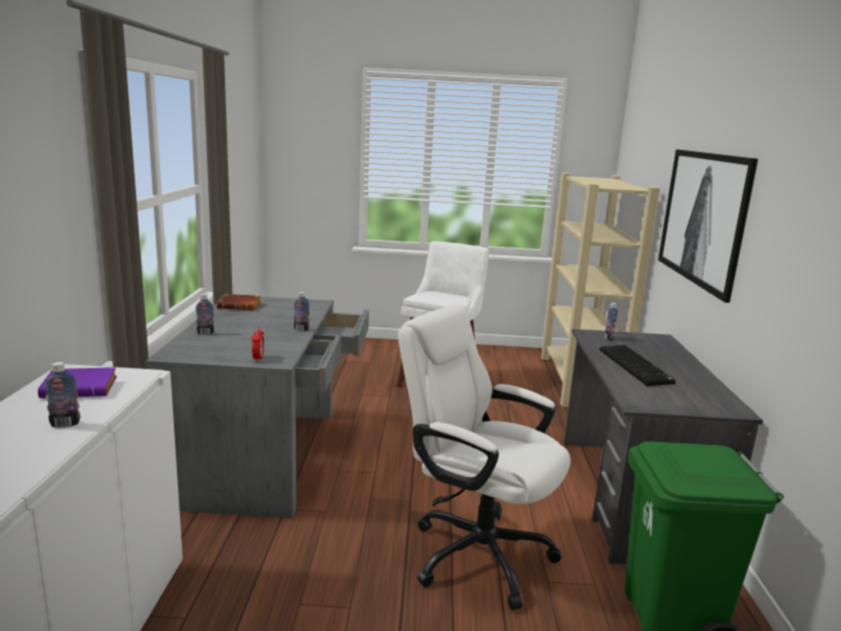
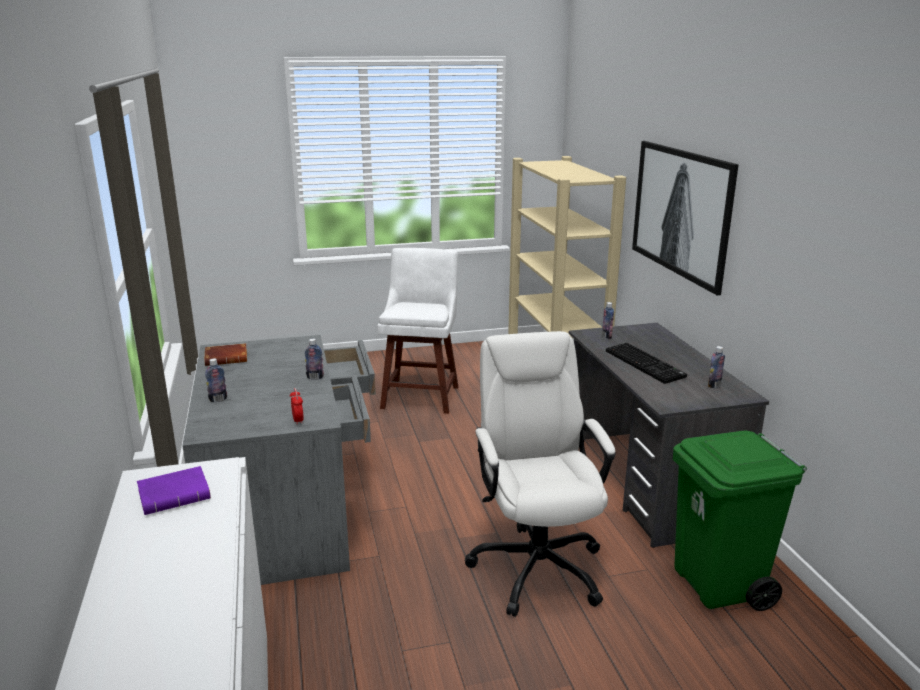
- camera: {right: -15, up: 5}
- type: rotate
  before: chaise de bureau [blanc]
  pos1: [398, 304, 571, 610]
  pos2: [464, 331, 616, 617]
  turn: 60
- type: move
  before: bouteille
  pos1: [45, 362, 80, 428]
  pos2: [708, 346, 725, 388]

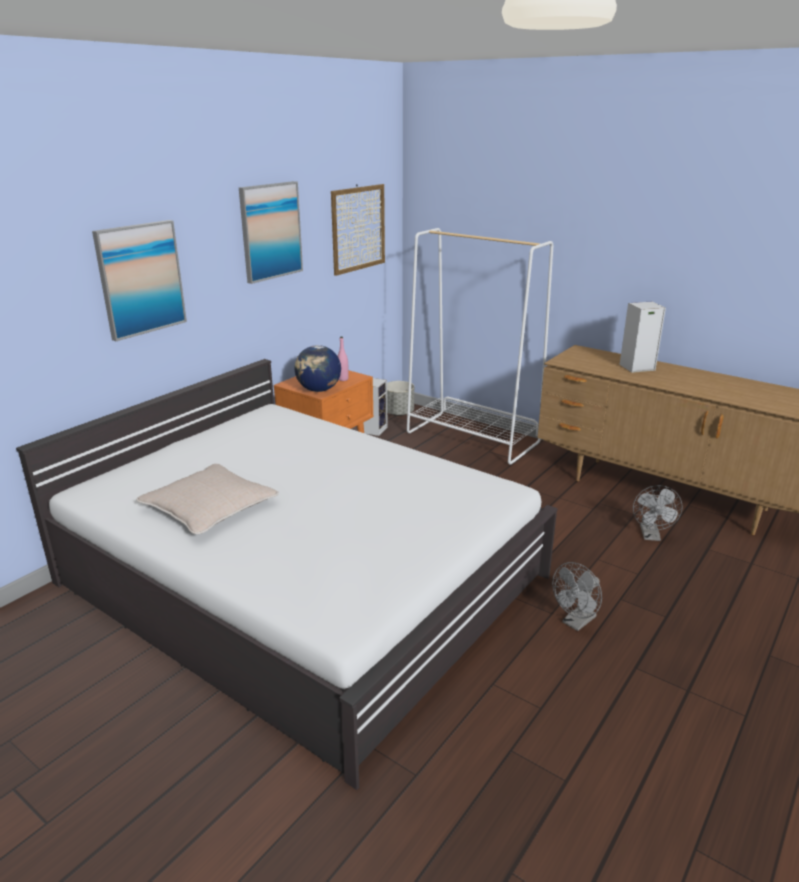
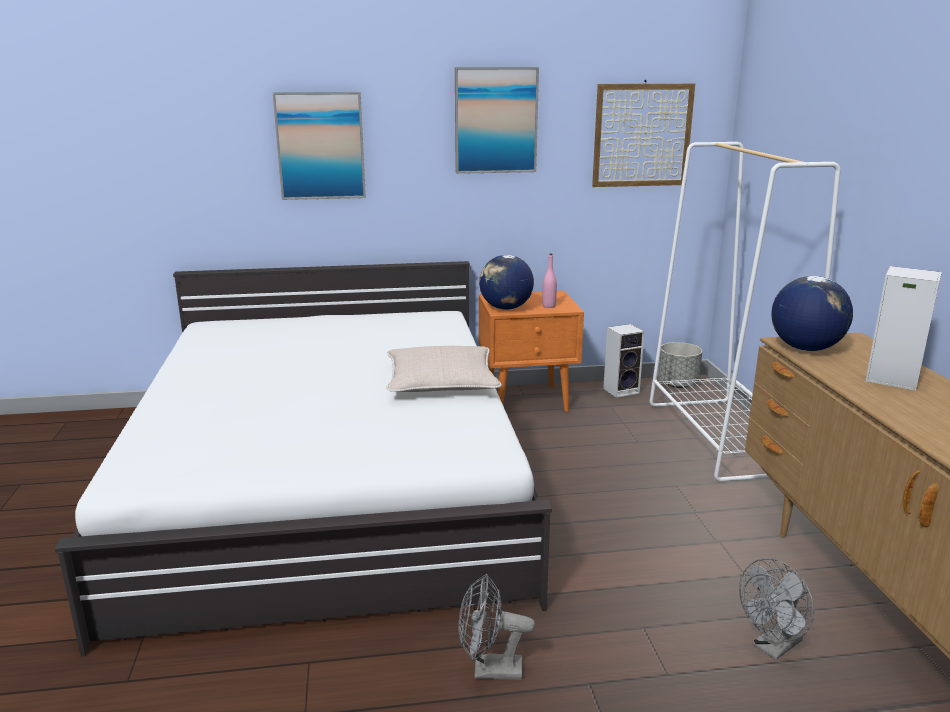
- camera: {right: 45, up: -5}
- type: move
  before: coussin [beige]
  pos1: [136, 464, 279, 534]
  pos2: [386, 346, 502, 392]
- type: insert
  after: globe
  pos2: [772, 276, 853, 351]

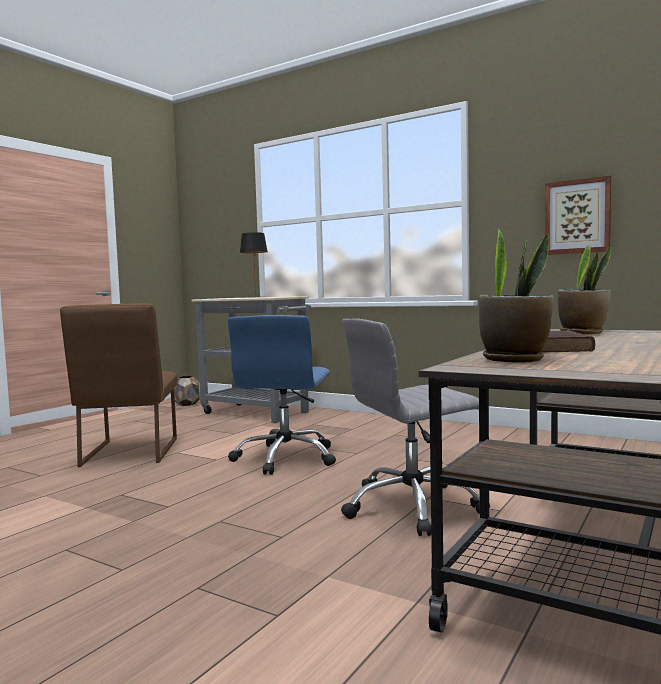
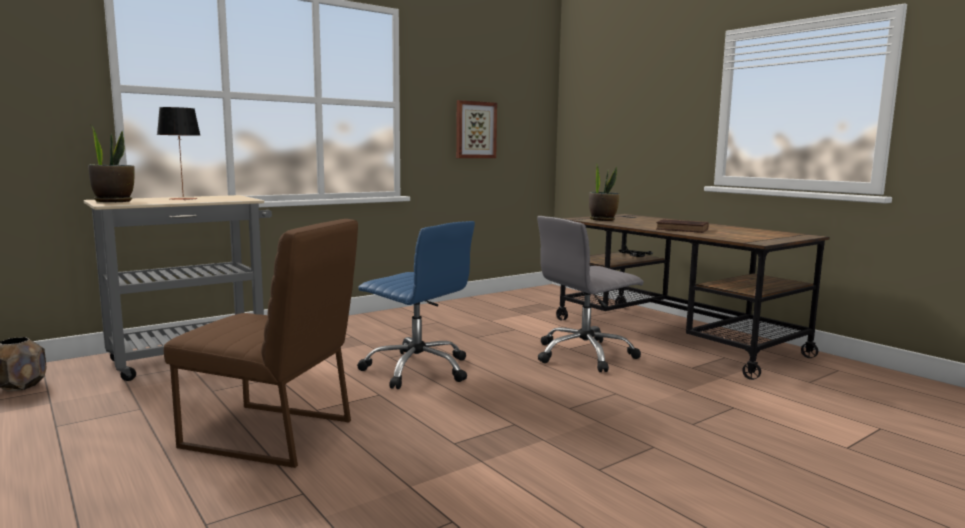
- camera: {right: -70, up: 5}
- type: move
  before: plante en pot
  pos1: [479, 229, 553, 363]
  pos2: [88, 125, 134, 202]
- type: rotate
  before: chaise de bureau [gris]
  pos1: [341, 319, 490, 536]
  pos2: [537, 216, 644, 372]
  turn: 60

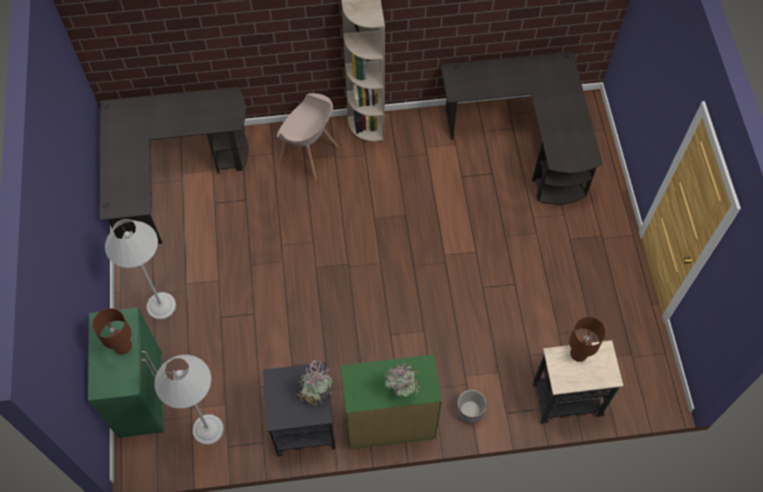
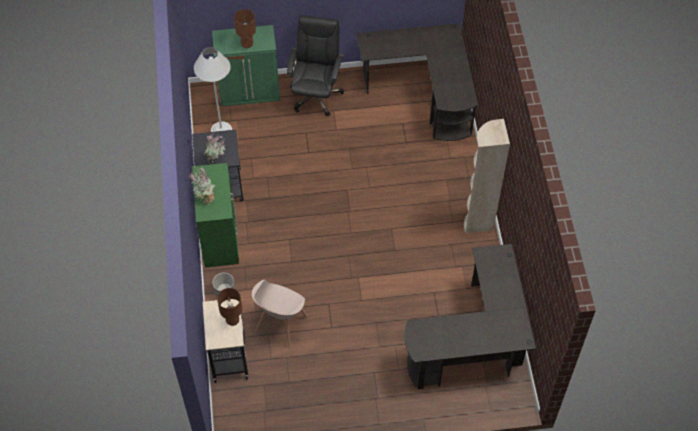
- camera: {right: 90, up: -5}
- type: move
  before: chaise [beige]
  pos1: [277, 93, 339, 180]
  pos2: [252, 280, 308, 348]
- type: replace
  before: lampadaire [blanc]
  after: chaise de bureau [noir]
  pos1: [105, 219, 176, 320]
  pos2: [287, 15, 344, 116]

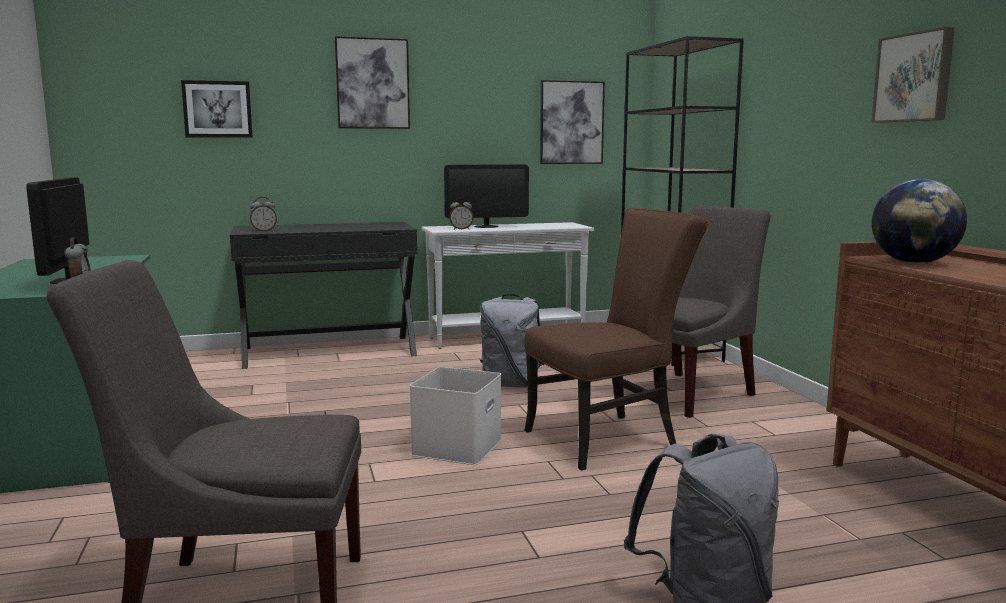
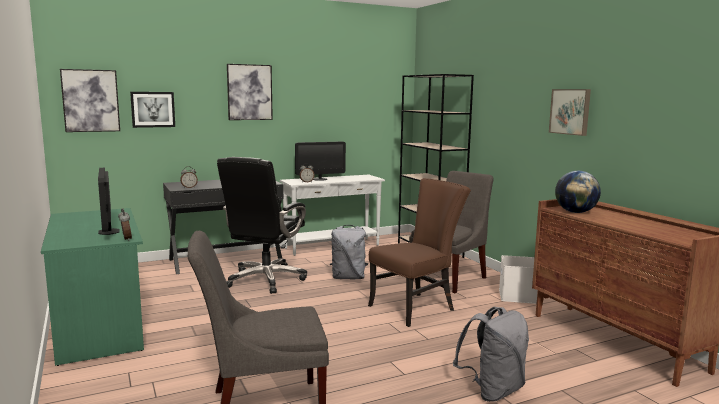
- camera: {right: -10, up: 0}
- type: move
  before: tableau
  pos1: [540, 80, 605, 164]
  pos2: [60, 69, 120, 132]
- type: move
  before: boîte de rangement [blanc]
  pos1: [409, 367, 502, 465]
  pos2: [499, 255, 538, 304]
- type: insert
  after: chaise de bureau [noir]
  pos2: [217, 157, 307, 294]

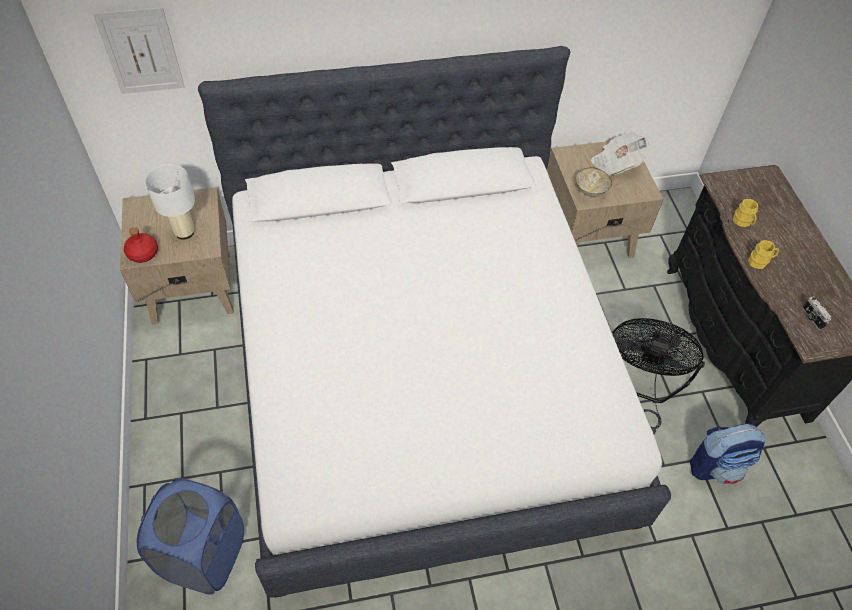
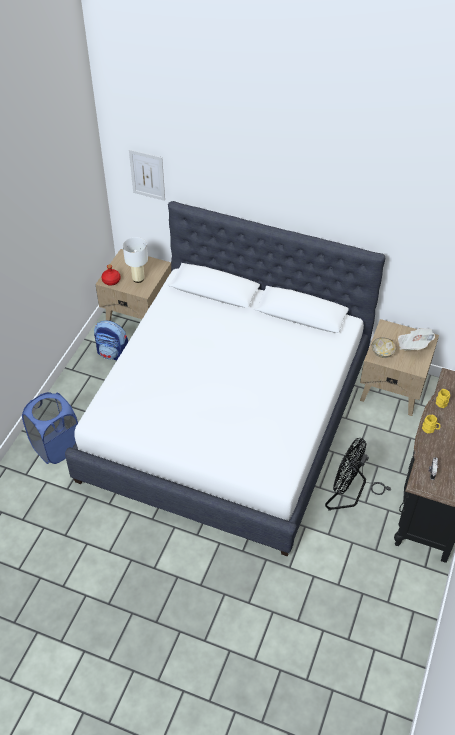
- camera: {right: 35, up: -5}
- type: rotate
  before: ventilateur [noir]
  pos1: [611, 318, 705, 434]
  pos2: [325, 438, 391, 511]
  turn: -120
- type: move
  before: sac à dos
  pos1: [690, 424, 766, 484]
  pos2: [94, 320, 128, 360]

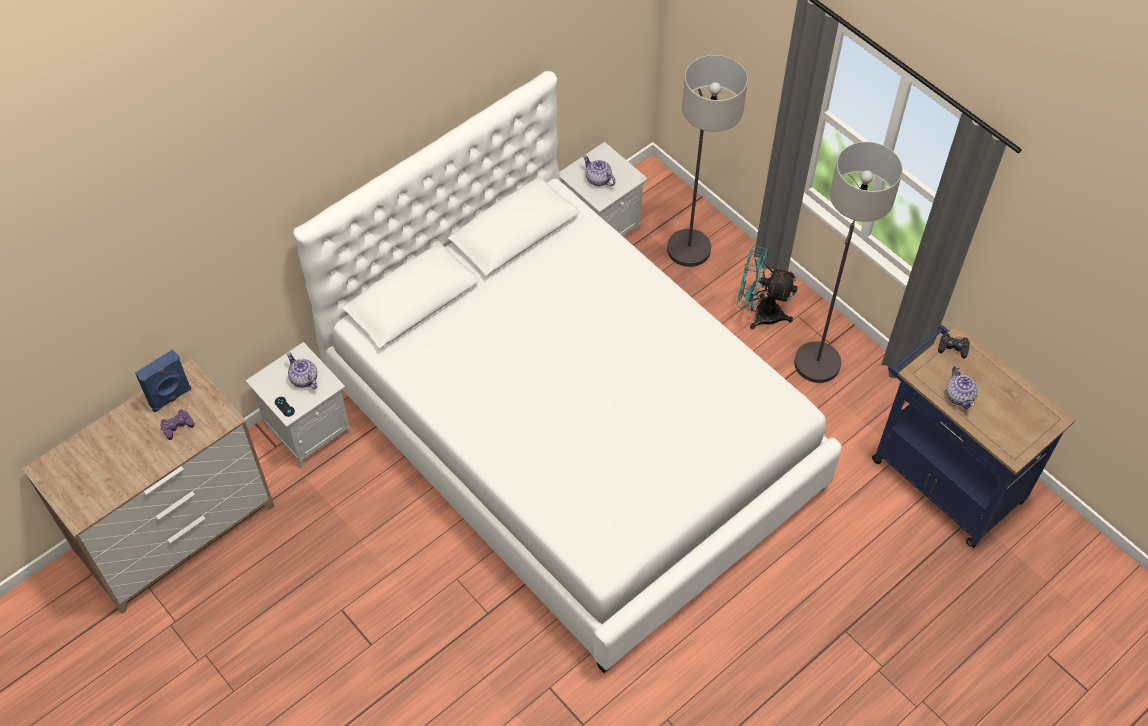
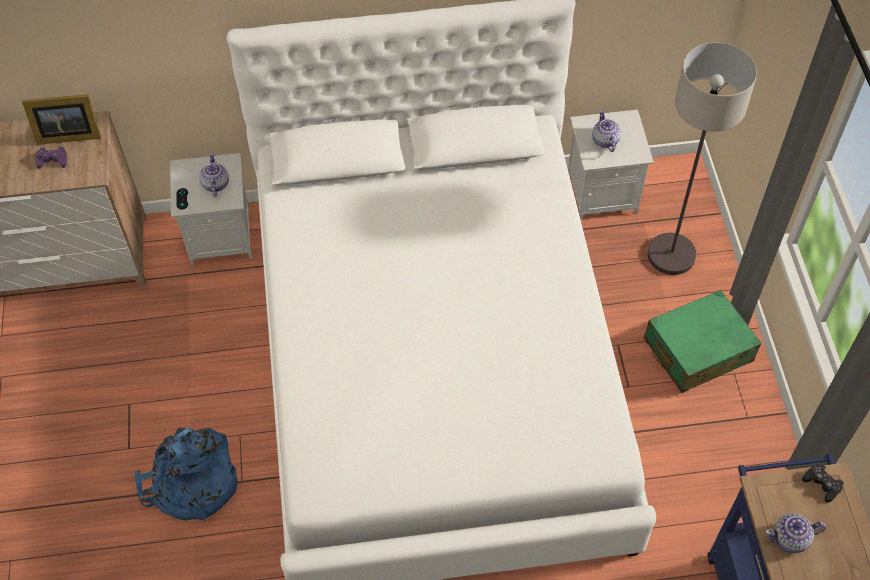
- camera: {right: 35, up: 0}
- type: delete
  before: lampadaire [gris]
  pos1: [794, 142, 903, 383]
- type: replace
  before: ventilateur [turquoise]
  after: valise [vert]
  pos1: [737, 246, 798, 329]
  pos2: [644, 290, 761, 393]
- type: replace
  before: enceinte [bleu]
  after: cadre photo
  pos1: [135, 349, 192, 412]
  pos2: [22, 94, 102, 145]
- type: rotate
  before: théière
  pos1: [946, 366, 978, 409]
  pos2: [766, 513, 826, 553]
  turn: 60
- type: insert
  after: sac à dos [bleu]
  pos2: [134, 428, 237, 522]

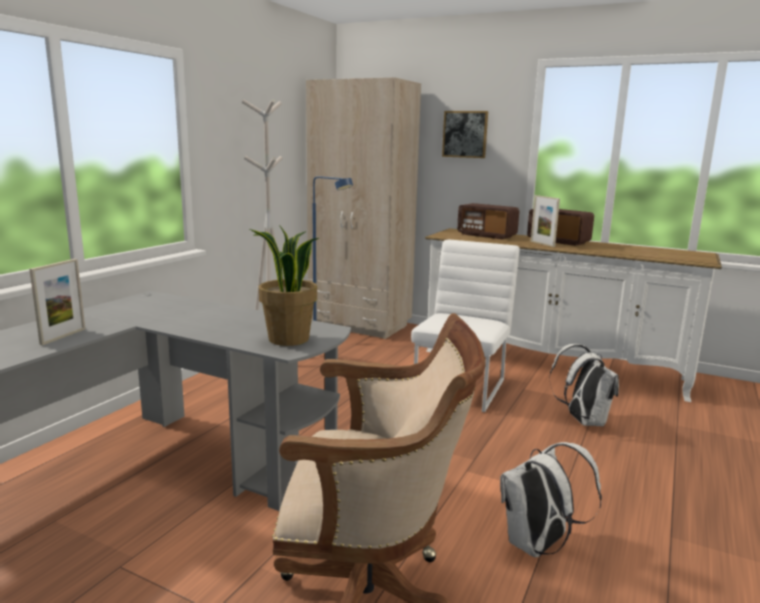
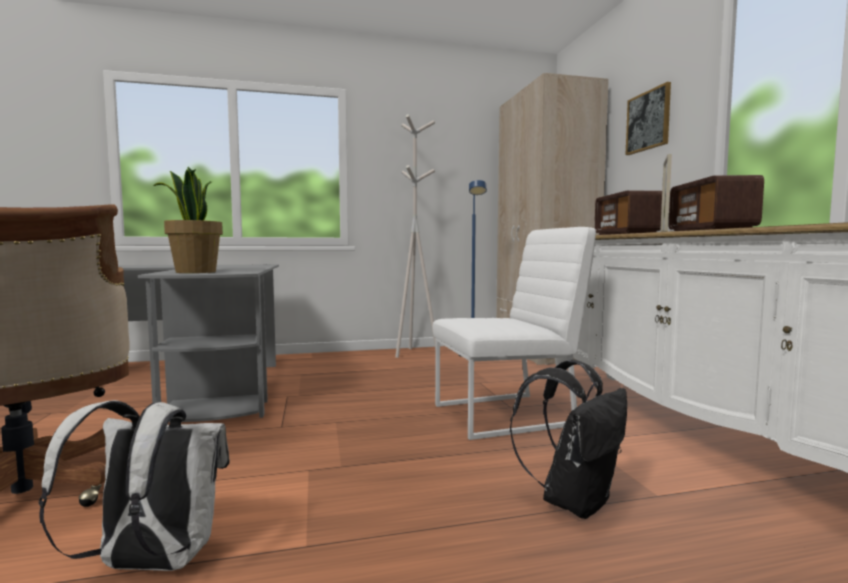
- camera: {right: 50, up: -10}
- type: delete
  before: cadre photo
  pos1: [29, 259, 85, 345]
- type: recolor
  before: sac à dos [blanc]
  after: sac à dos [noir]
  pos1: [549, 344, 619, 427]
  pos2: [510, 360, 627, 519]

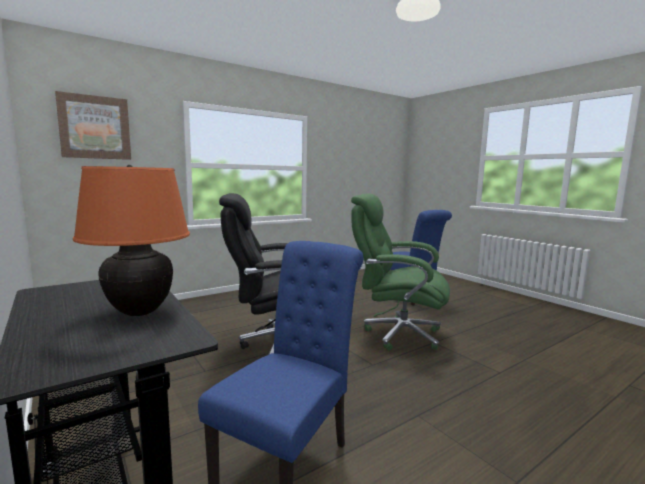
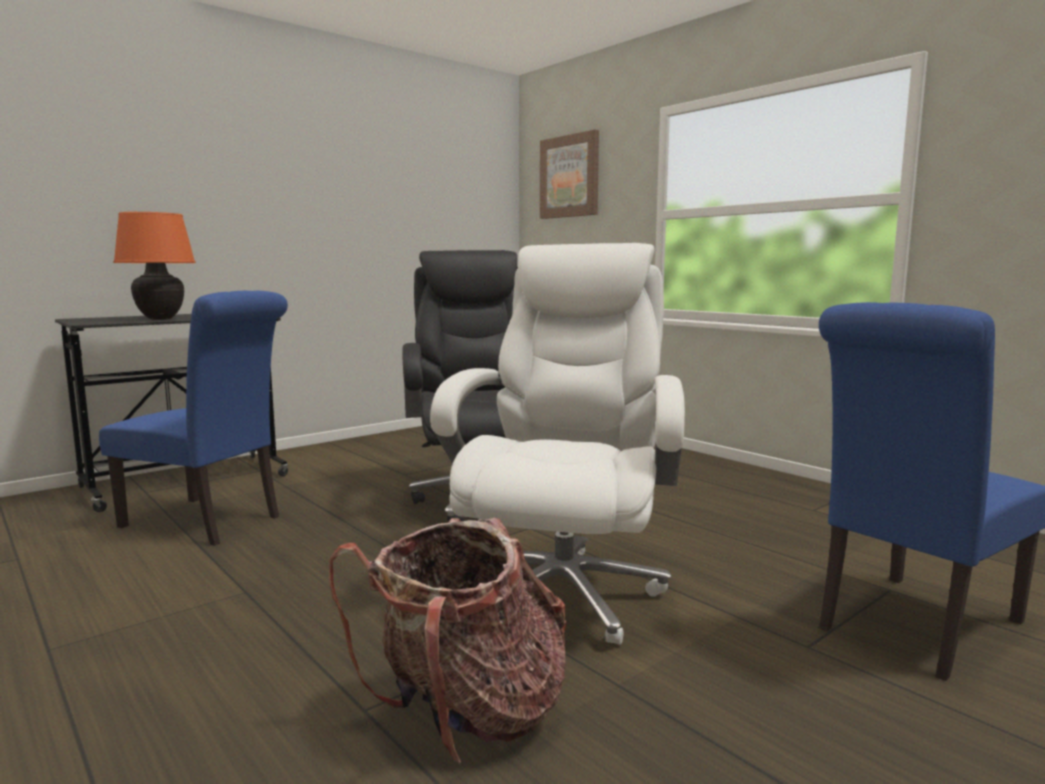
- camera: {right: 85, up: 0}
- type: recolor
  before: chaise de bureau [vert]
  after: chaise de bureau [blanc]
  pos1: [351, 193, 450, 351]
  pos2: [430, 243, 685, 645]
- type: insert
  after: sac à dos
  pos2: [329, 518, 567, 765]

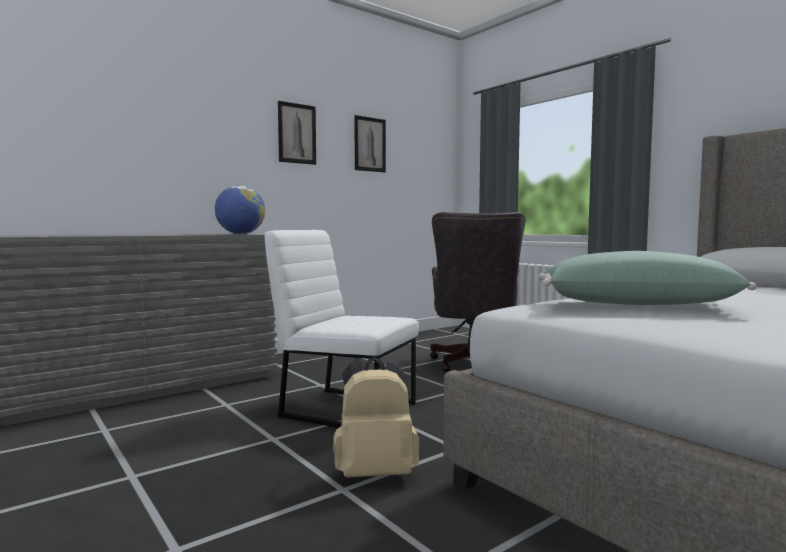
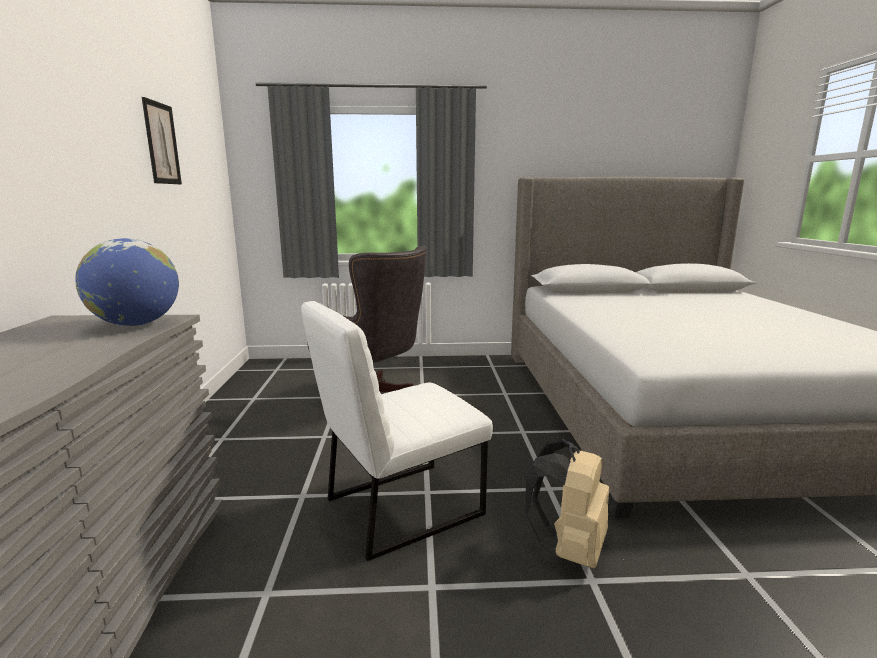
- camera: {right: -55, up: 10}
- type: delete
  before: tableau
  pos1: [278, 101, 316, 165]
- type: delete
  before: coussin [vert]
  pos1: [538, 251, 757, 305]

